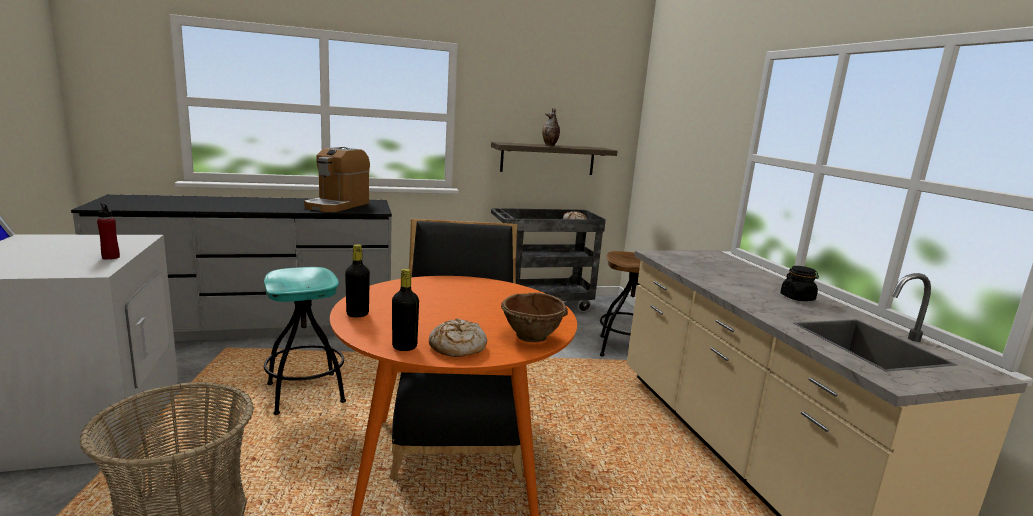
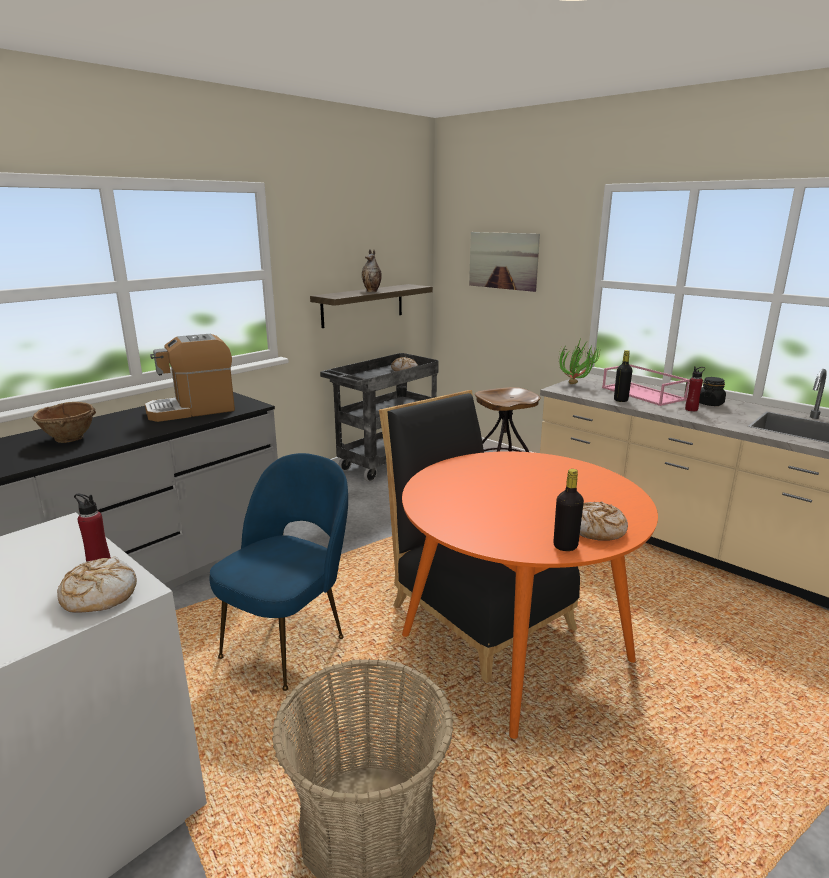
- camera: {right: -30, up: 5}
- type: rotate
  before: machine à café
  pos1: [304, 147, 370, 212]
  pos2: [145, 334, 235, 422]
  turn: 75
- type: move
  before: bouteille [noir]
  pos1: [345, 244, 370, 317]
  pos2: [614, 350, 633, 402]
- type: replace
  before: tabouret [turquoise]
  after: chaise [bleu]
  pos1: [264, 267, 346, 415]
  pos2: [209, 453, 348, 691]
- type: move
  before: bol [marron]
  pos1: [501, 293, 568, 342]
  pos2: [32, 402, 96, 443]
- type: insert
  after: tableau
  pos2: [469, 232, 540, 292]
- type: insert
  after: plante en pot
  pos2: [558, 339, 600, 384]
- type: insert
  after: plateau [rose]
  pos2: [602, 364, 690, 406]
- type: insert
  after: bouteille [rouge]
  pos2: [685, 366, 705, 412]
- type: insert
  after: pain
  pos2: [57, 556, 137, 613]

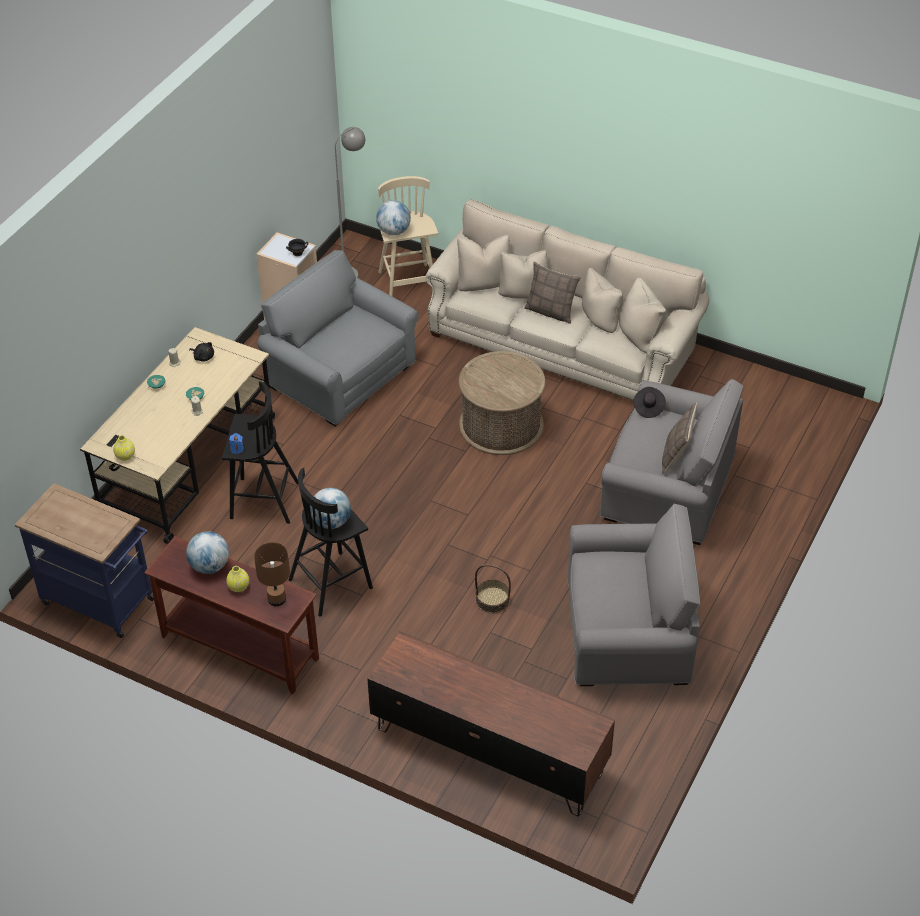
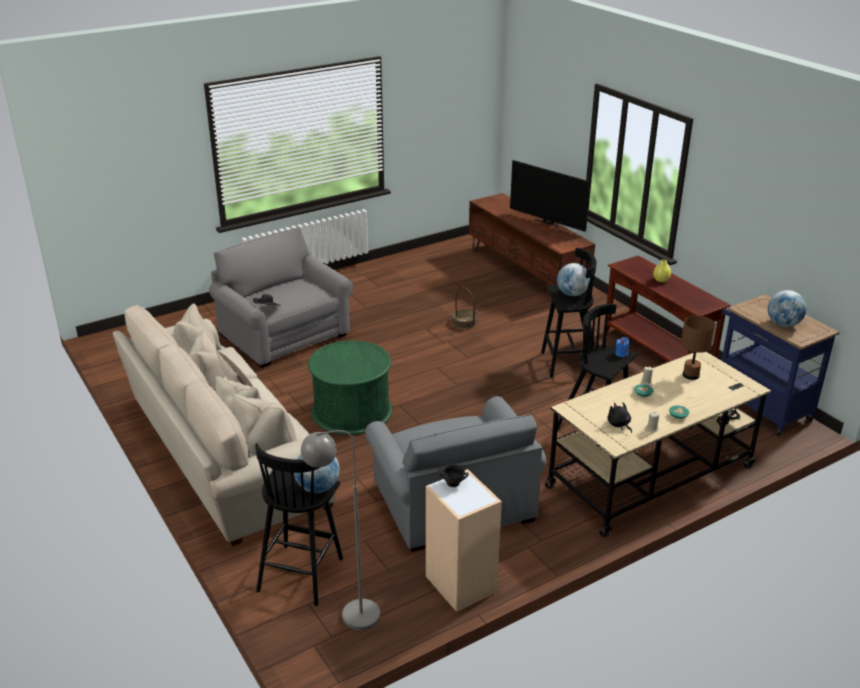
- camera: {right: -150, up: -15}
- type: recolor
  before: tabouret [beige]
  after: tabouret [noir]
  pos1: [378, 176, 438, 296]
  pos2: [255, 443, 343, 606]
- type: recolor
  before: table basse [marron]
  after: table basse [vert]
  pos1: [459, 351, 545, 455]
  pos2: [308, 340, 392, 435]
- type: delete
  before: coussin
  pos1: [662, 402, 697, 474]
- type: delete
  before: vase [jaune]
  pos1: [113, 435, 135, 461]
- type: delete
  before: fauteuil [gris]
  pos1: [568, 503, 700, 686]
- type: move
  before: globe
  pos1: [186, 531, 229, 574]
  pos2: [768, 290, 807, 327]
- type: move
  before: lampe de table [marron]
  pos1: [254, 542, 290, 606]
  pos2: [681, 315, 715, 380]
- type: insert
  after: téléviseur
  pos2: [510, 160, 591, 232]

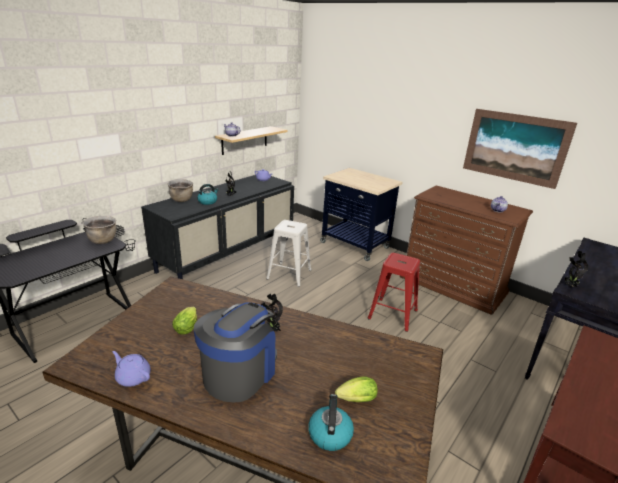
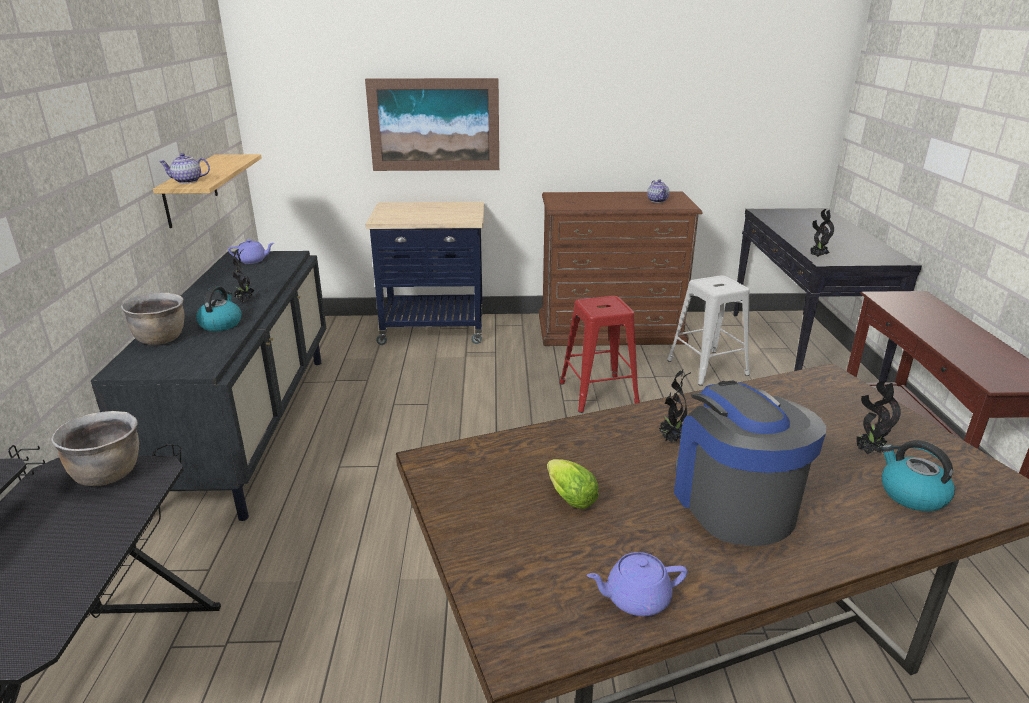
- camera: {right: -40, up: 0}
- type: move
  before: tableau
  pos1: [463, 109, 577, 189]
  pos2: [365, 78, 499, 171]
- type: move
  before: tabouret [blanc]
  pos1: [266, 220, 312, 287]
  pos2: [667, 275, 750, 386]
- type: replace
  before: laitue
  after: plante en pot
  pos1: [335, 376, 378, 402]
  pos2: [857, 381, 901, 454]

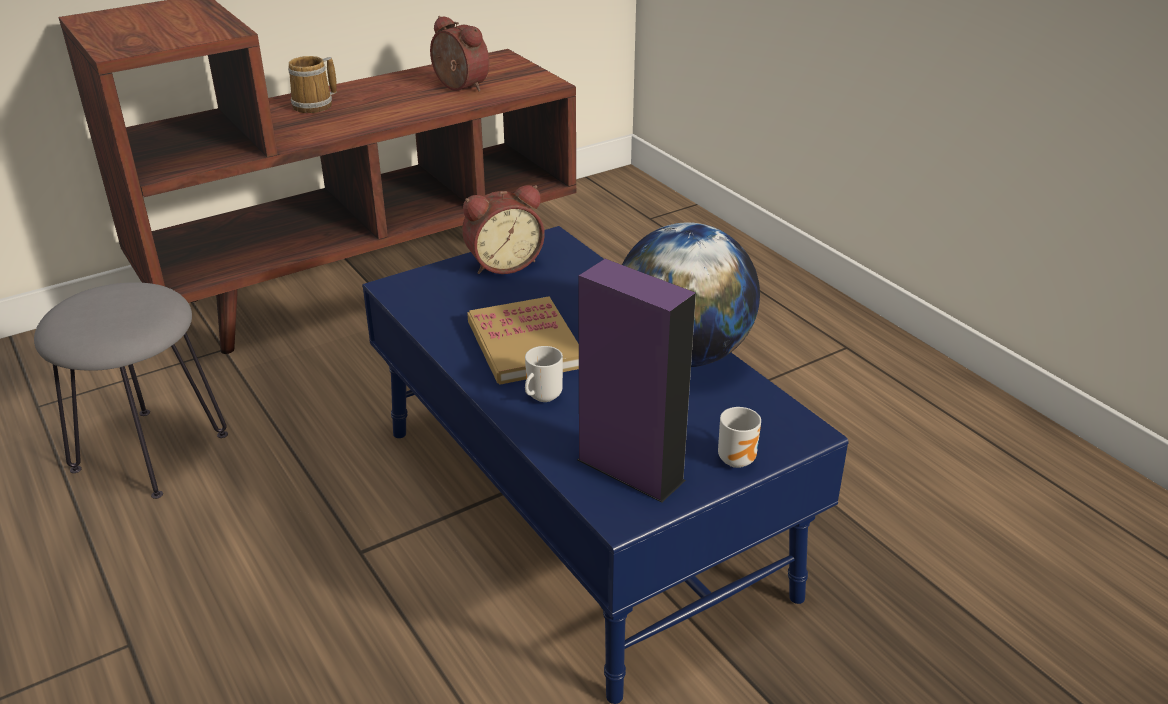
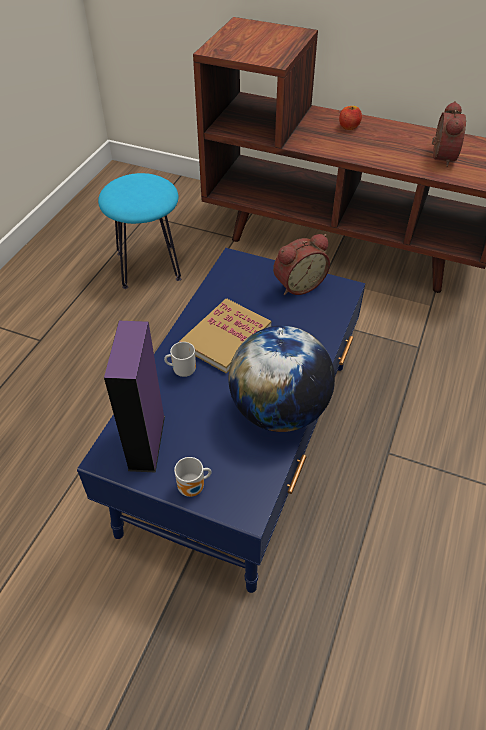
- camera: {right: 55, up: 15}
- type: replace
  before: mug
  after: pomme
  pos1: [288, 56, 337, 113]
  pos2: [339, 106, 362, 130]
- type: rotate
  before: réveil
  pos1: [462, 185, 545, 274]
  pos2: [273, 234, 330, 295]
  turn: -60
- type: recolor
  before: tabouret [gris]
  after: tabouret [turquoise]
  pos1: [34, 282, 228, 499]
  pos2: [98, 173, 181, 289]

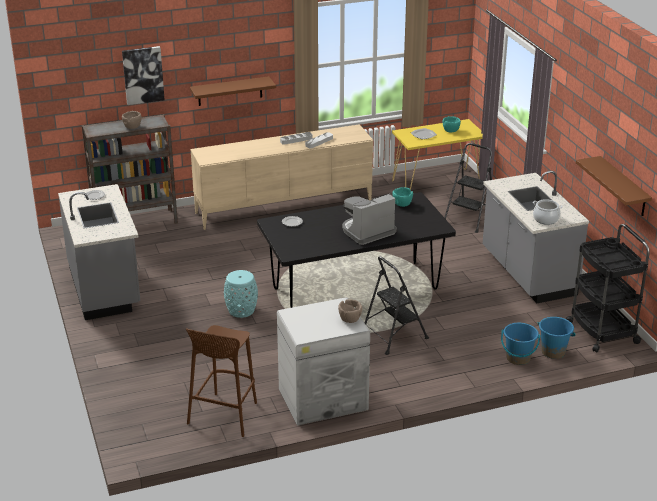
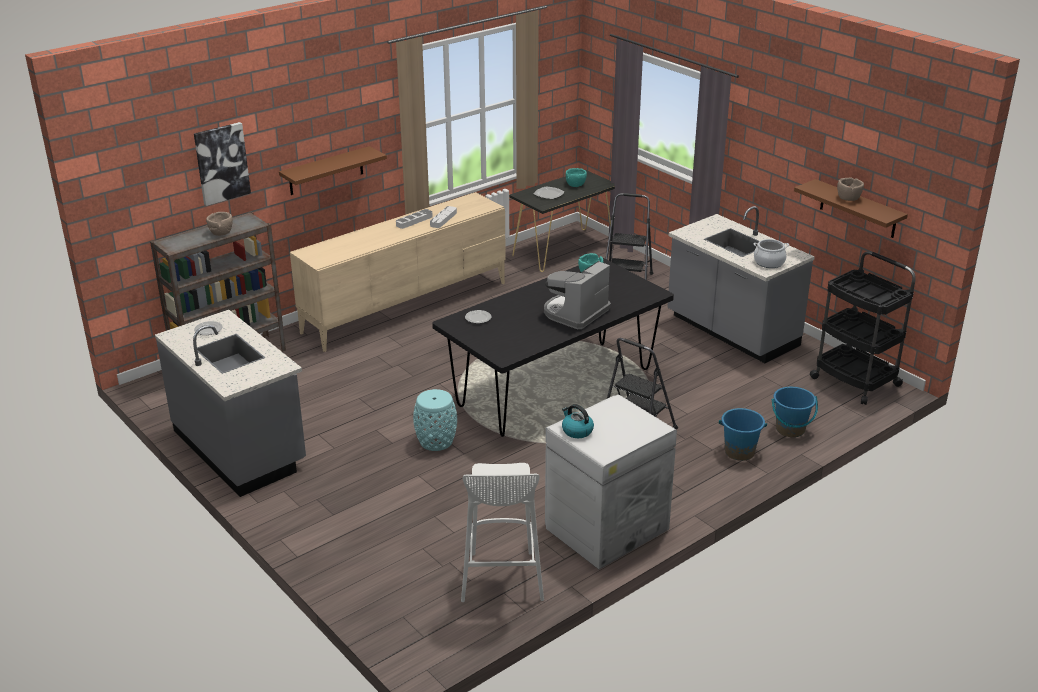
- camera: {right: -20, up: 0}
- type: recolor
  before: table console [jaune]
  after: table console [noir]
  pos1: [392, 119, 483, 190]
  pos2: [509, 170, 615, 272]
- type: move
  before: bol [marron]
  pos1: [338, 299, 362, 323]
  pos2: [837, 177, 864, 201]
- type: move
  before: seau [bleu]
  pos1: [538, 317, 575, 359]
  pos2: [719, 408, 767, 461]
- type: recolor
  before: tabouret [marron]
  after: tabouret [blanc]
  pos1: [186, 325, 257, 437]
  pos2: [461, 463, 544, 602]
- type: insert
  after: bouilloire
  pos2: [562, 404, 594, 438]

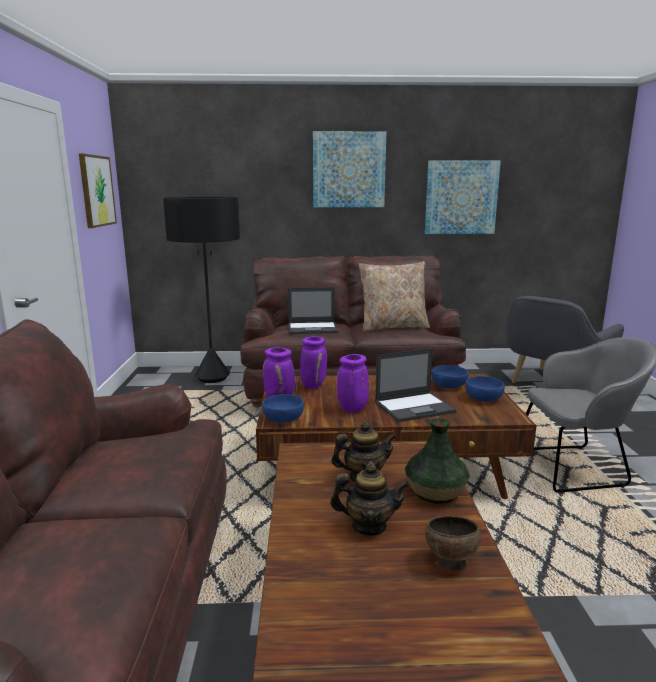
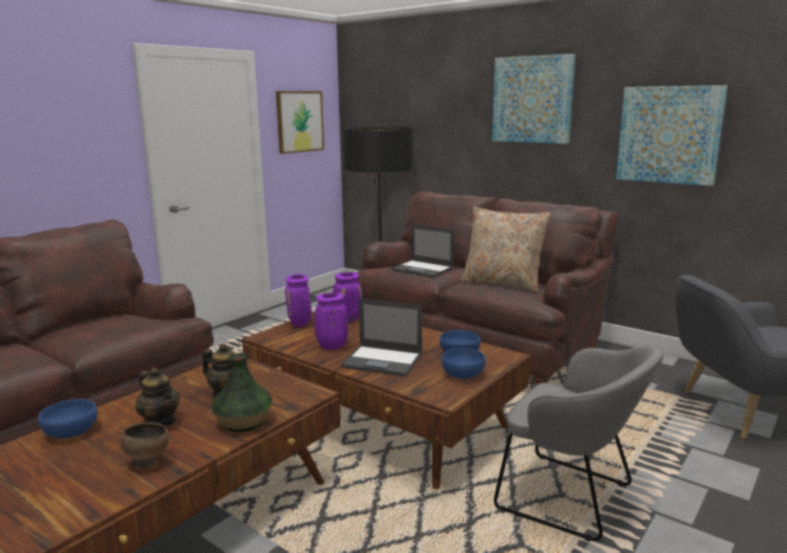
- camera: {right: 40, up: 0}
- type: move
  before: bol [bleu]
  pos1: [262, 394, 304, 423]
  pos2: [38, 399, 97, 439]

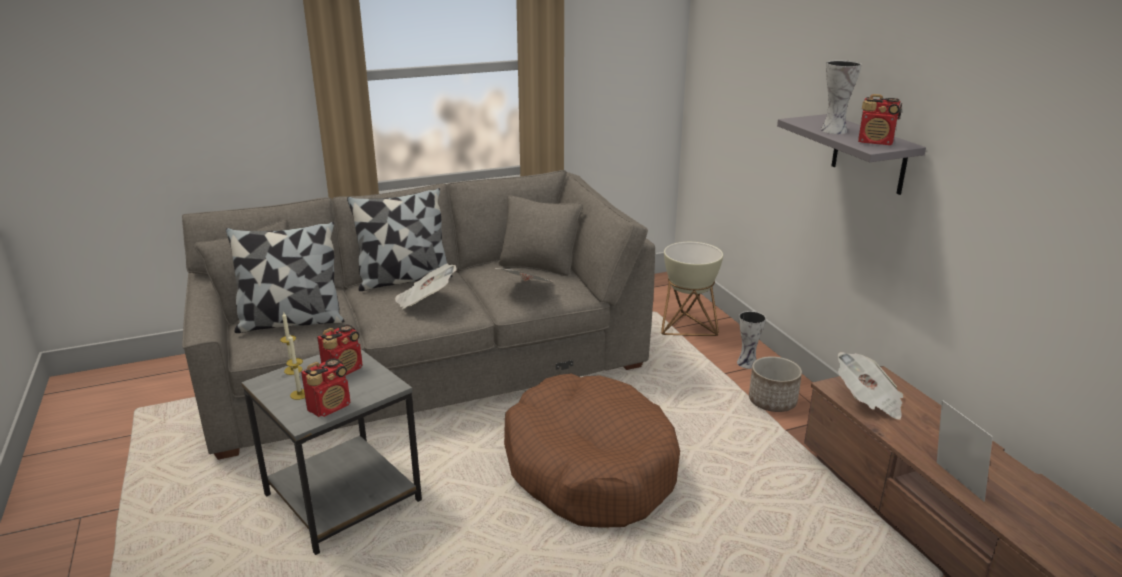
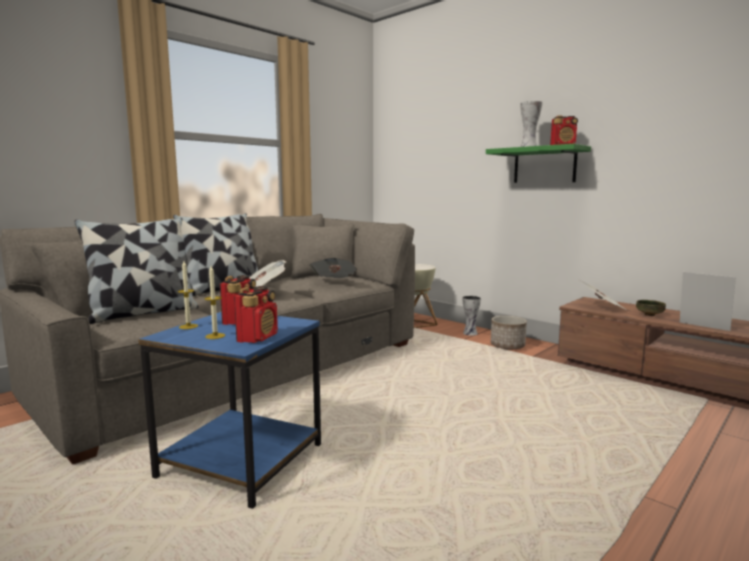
- camera: {right: -25, up: -15}
- type: recolor
  before: étagère [gris]
  after: étagère [vert]
  pos1: [777, 114, 926, 195]
  pos2: [486, 144, 591, 183]
- type: recolor
  before: table d'appoint [gris]
  after: table d'appoint [bleu]
  pos1: [241, 349, 422, 555]
  pos2: [139, 312, 321, 509]
- type: delete
  before: panier pour chien [marron]
  pos1: [504, 374, 680, 528]
- type: insert
  after: bol
  pos2: [636, 300, 666, 316]

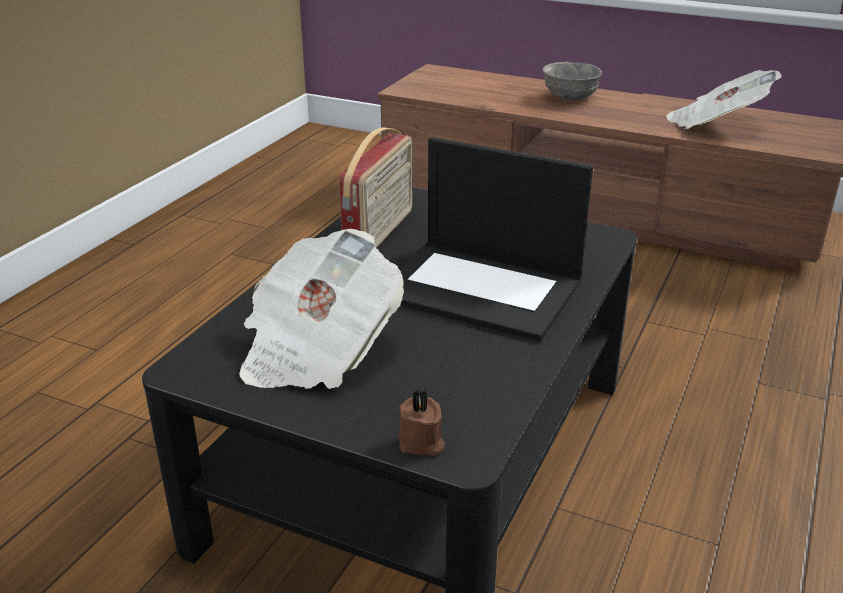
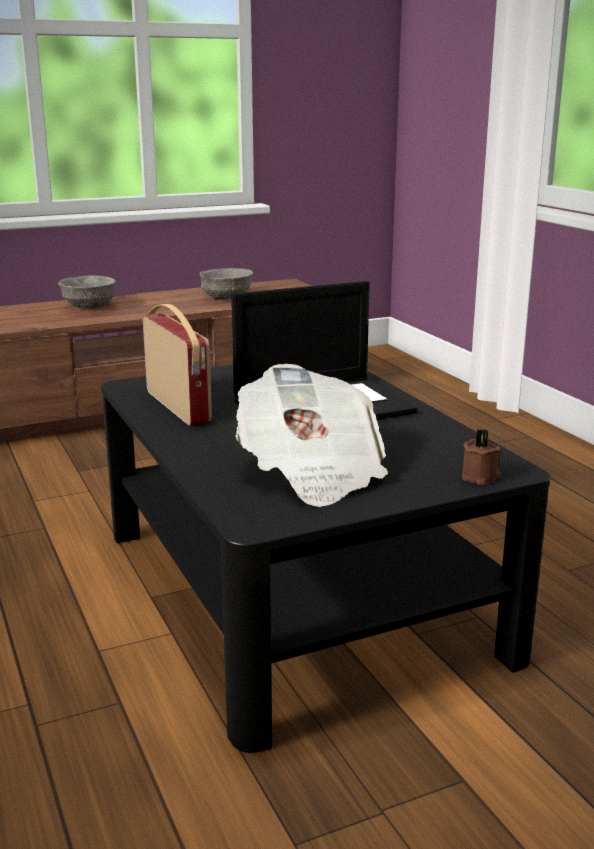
- camera: {right: -50, up: -10}
- type: replace
  before: journal
  after: bol [gris]
  pos1: [666, 70, 782, 129]
  pos2: [199, 268, 253, 299]

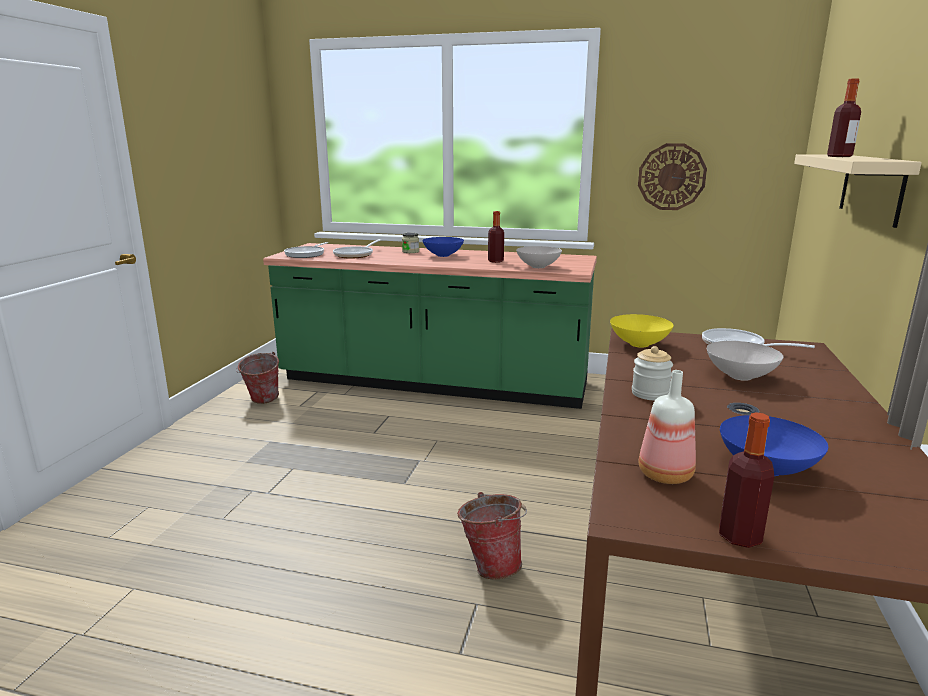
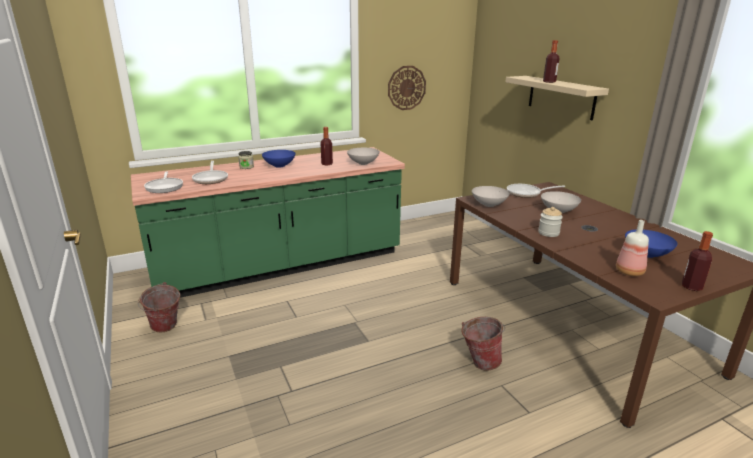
- camera: {right: -40, up: 5}
- type: recolor
  before: bol [jaune]
  after: bol [blanc]
  pos1: [610, 314, 674, 348]
  pos2: [472, 186, 510, 207]

